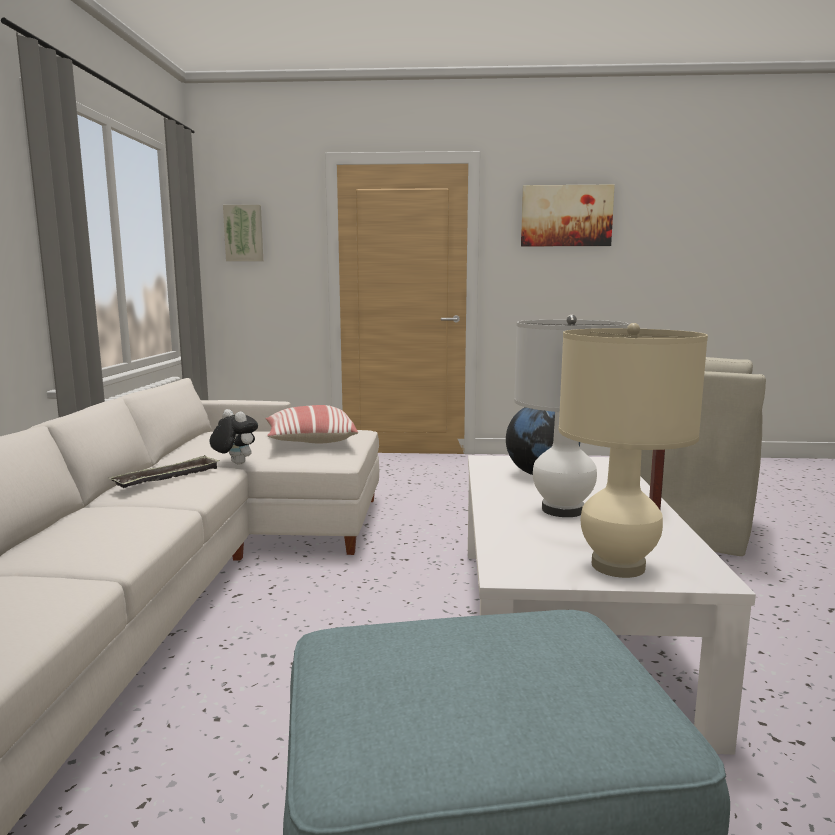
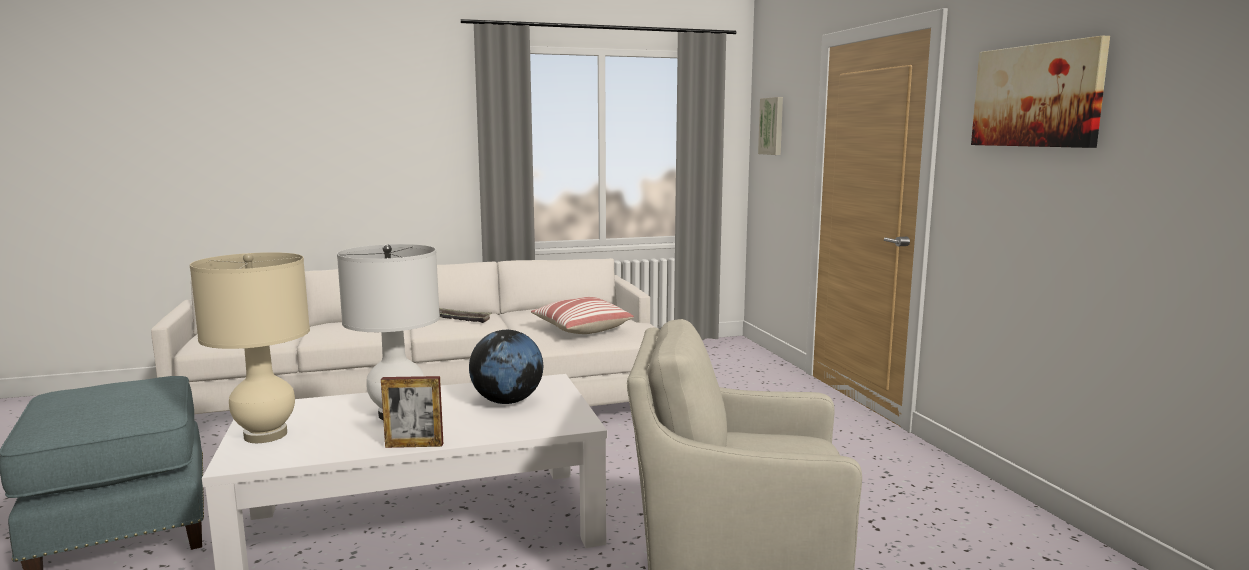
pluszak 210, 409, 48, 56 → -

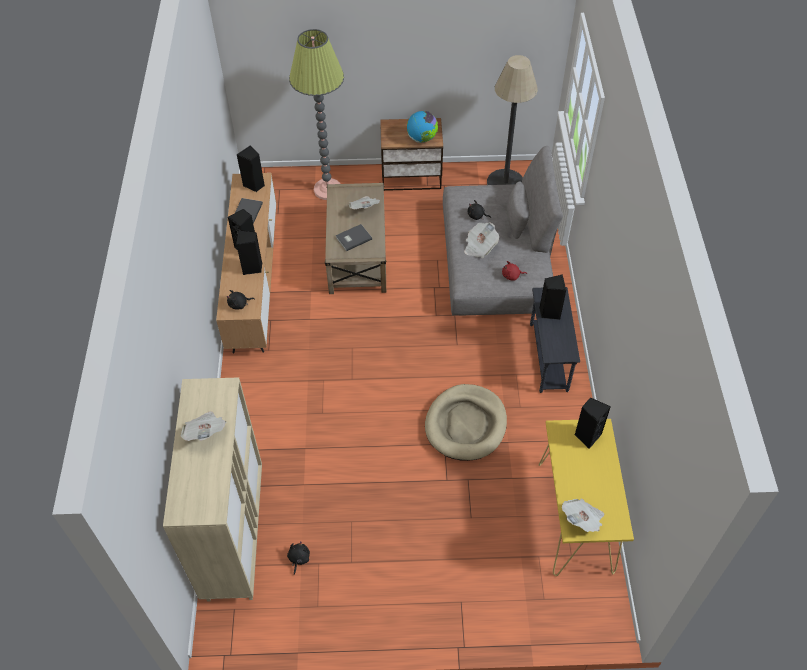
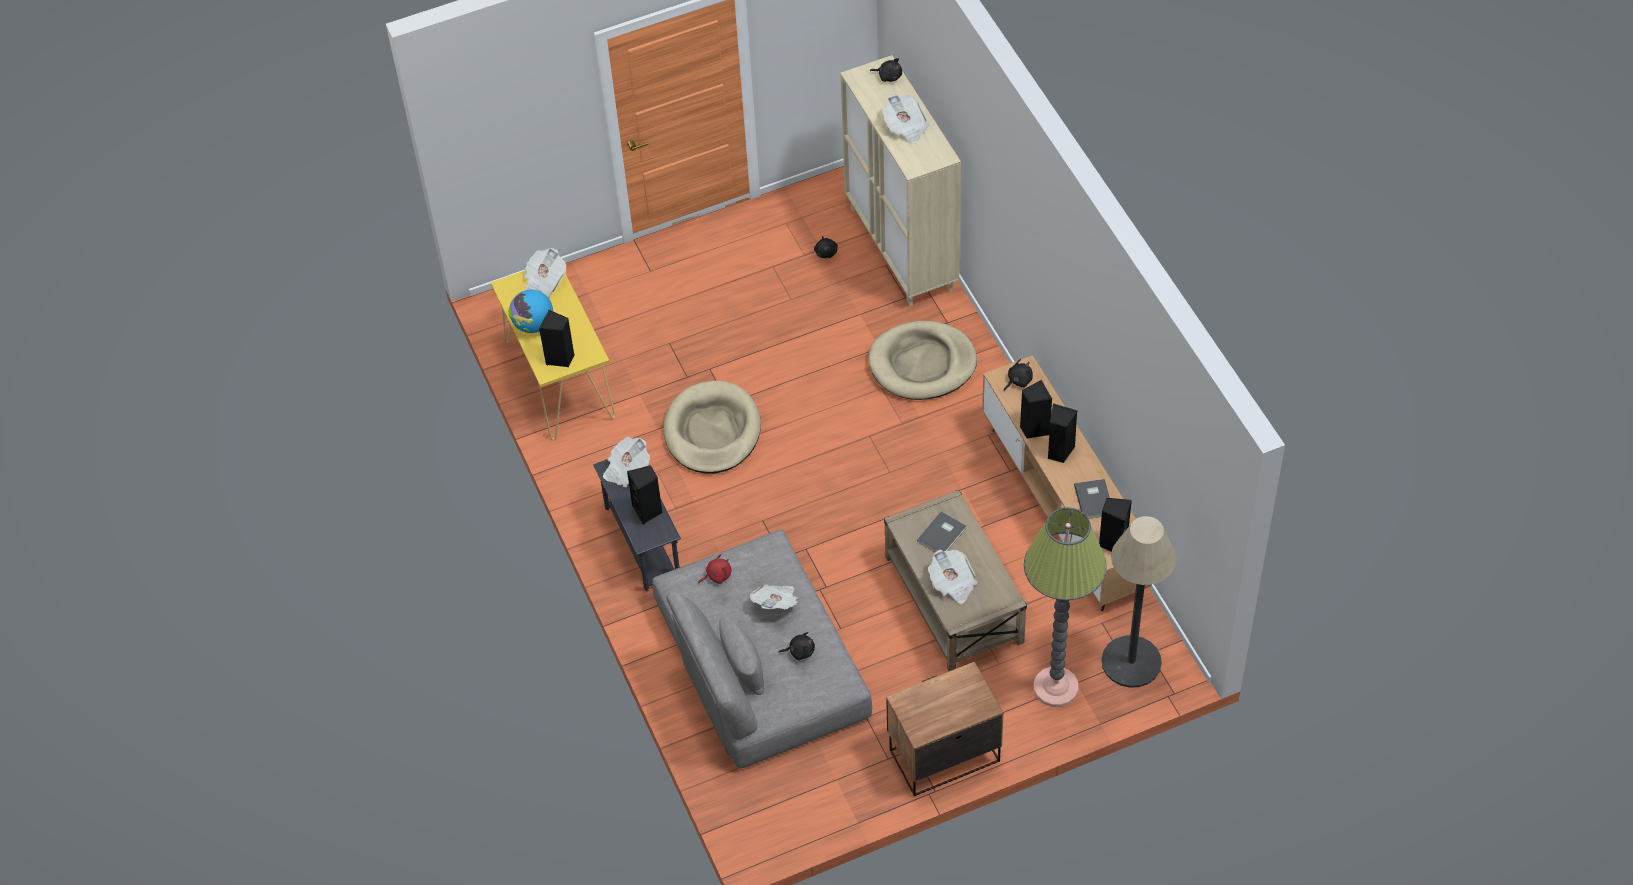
lampa stojąca 487, 55, 51, 130 → lampa stojąca 1102, 516, 75, 172, relocated
globus 407, 111, 31, 32 → globus 509, 290, 44, 43, relocated
- → pluszak/czarny 870, 58, 32, 24
- → legowisko/beżowy 868, 321, 109, 79
- → gazeta 603, 437, 47, 51

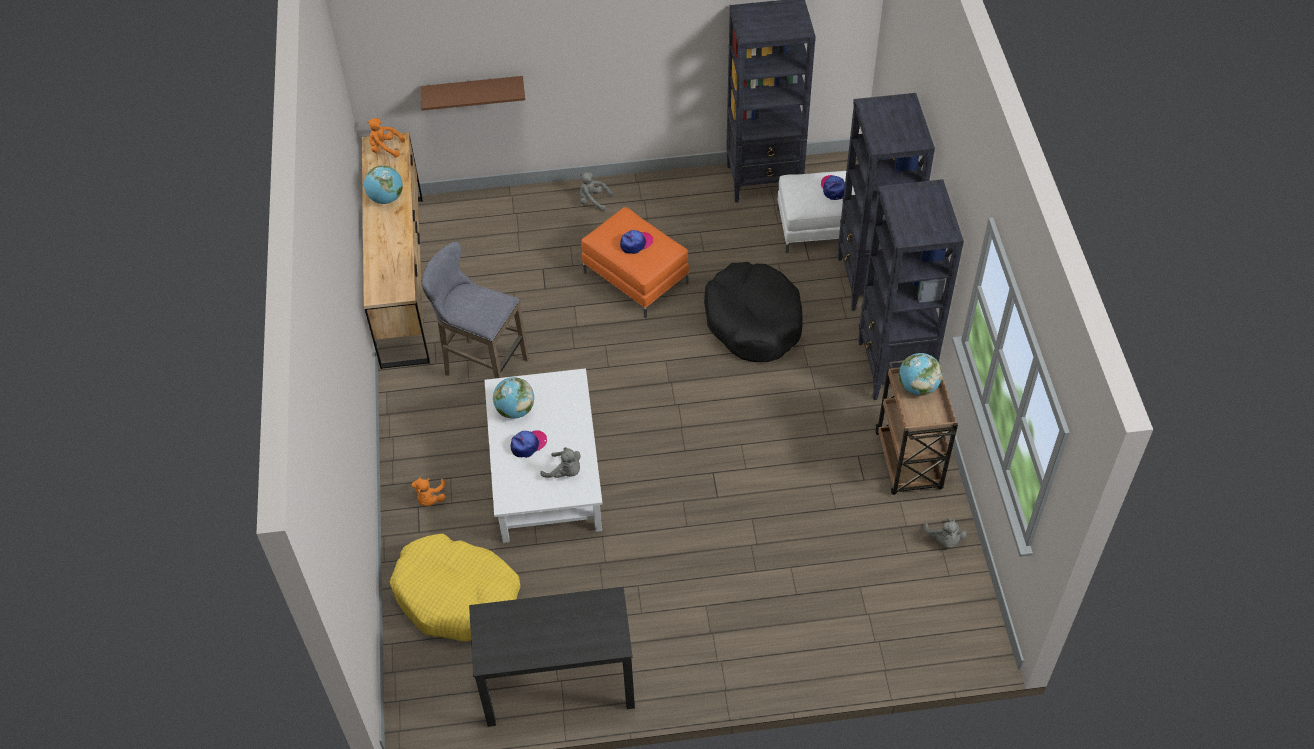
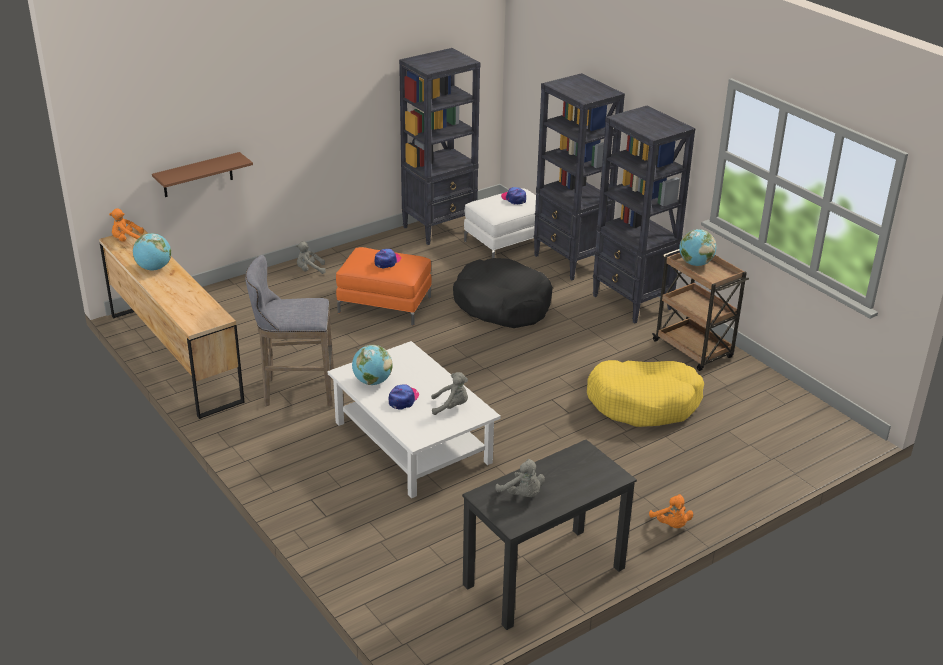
pluszak/pomarańczowy 412, 478, 34, 28 → pluszak/pomarańczowy 649, 494, 44, 34, relocated
pluszak/szary 924, 517, 43, 32 → pluszak/szary 496, 459, 49, 38, relocated
legowisko/żółty 389, 534, 131, 107 → legowisko/żółty 587, 360, 117, 67, relocated

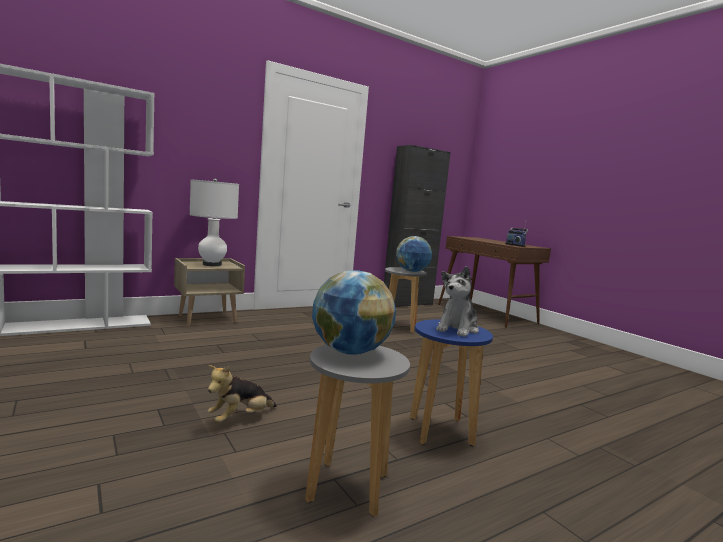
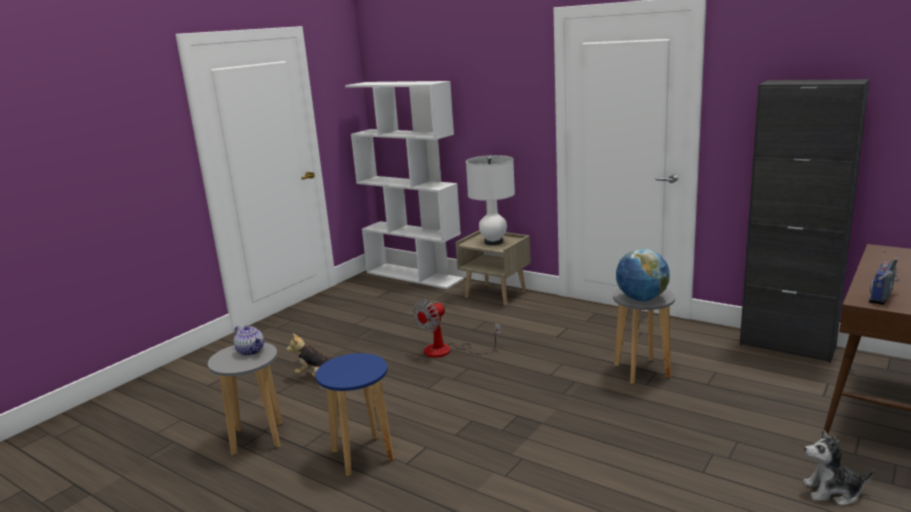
pluszak 436, 266, 43, 71 → pluszak 803, 429, 71, 77, relocated
globus 312, 270, 84, 85 → imbryk 234, 325, 30, 31
- → wentylator 413, 299, 88, 59

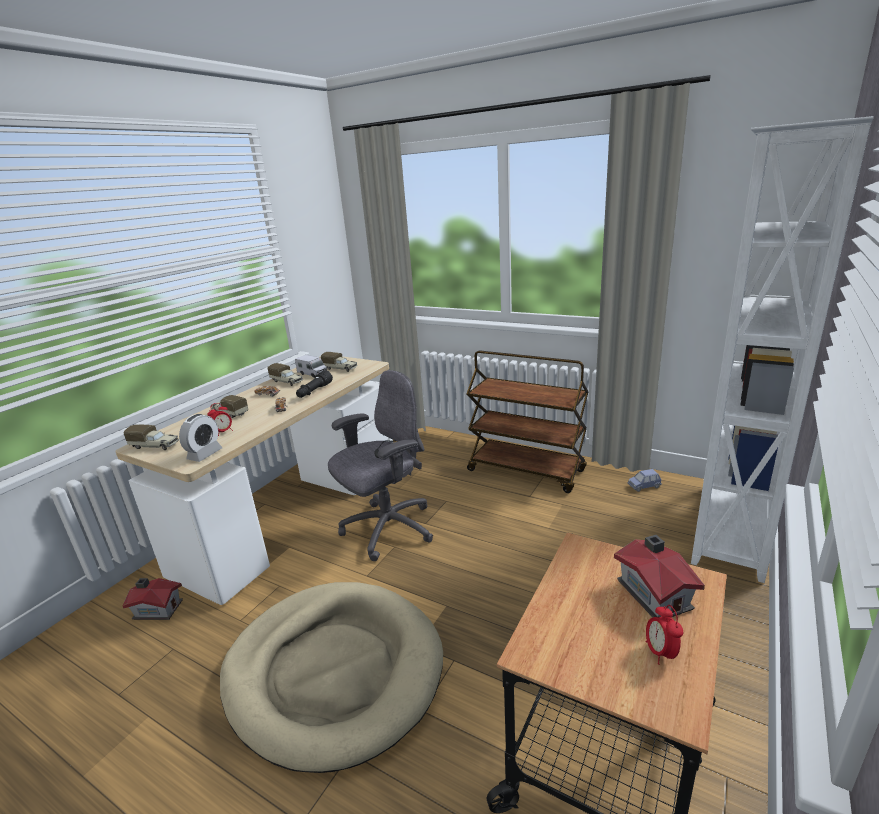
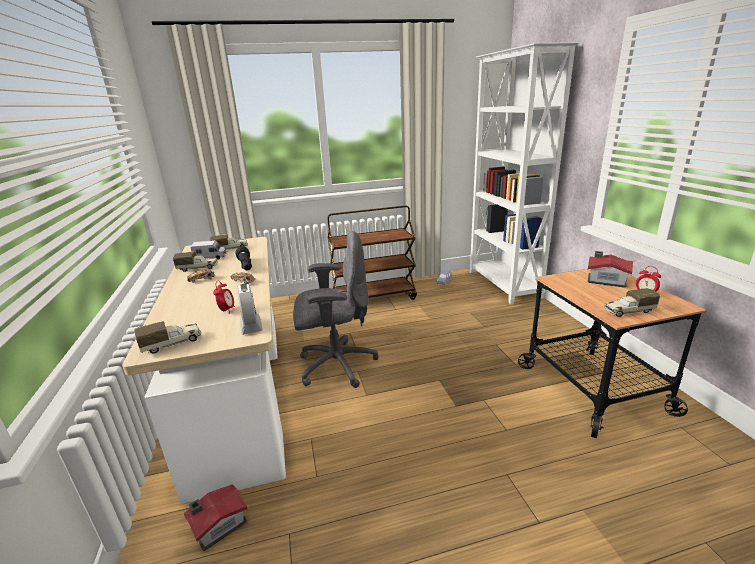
krzesło biurowe/szary 328, 370, 105, 191 → krzesło biurowe/szary 293, 231, 86, 157, 75 degrees clockwise
ciężarówka zabawkowa 211, 395, 38, 23 → ciężarówka zabawkowa 604, 288, 56, 29, relocated
legowisko/beżowy 220, 582, 223, 191 → -

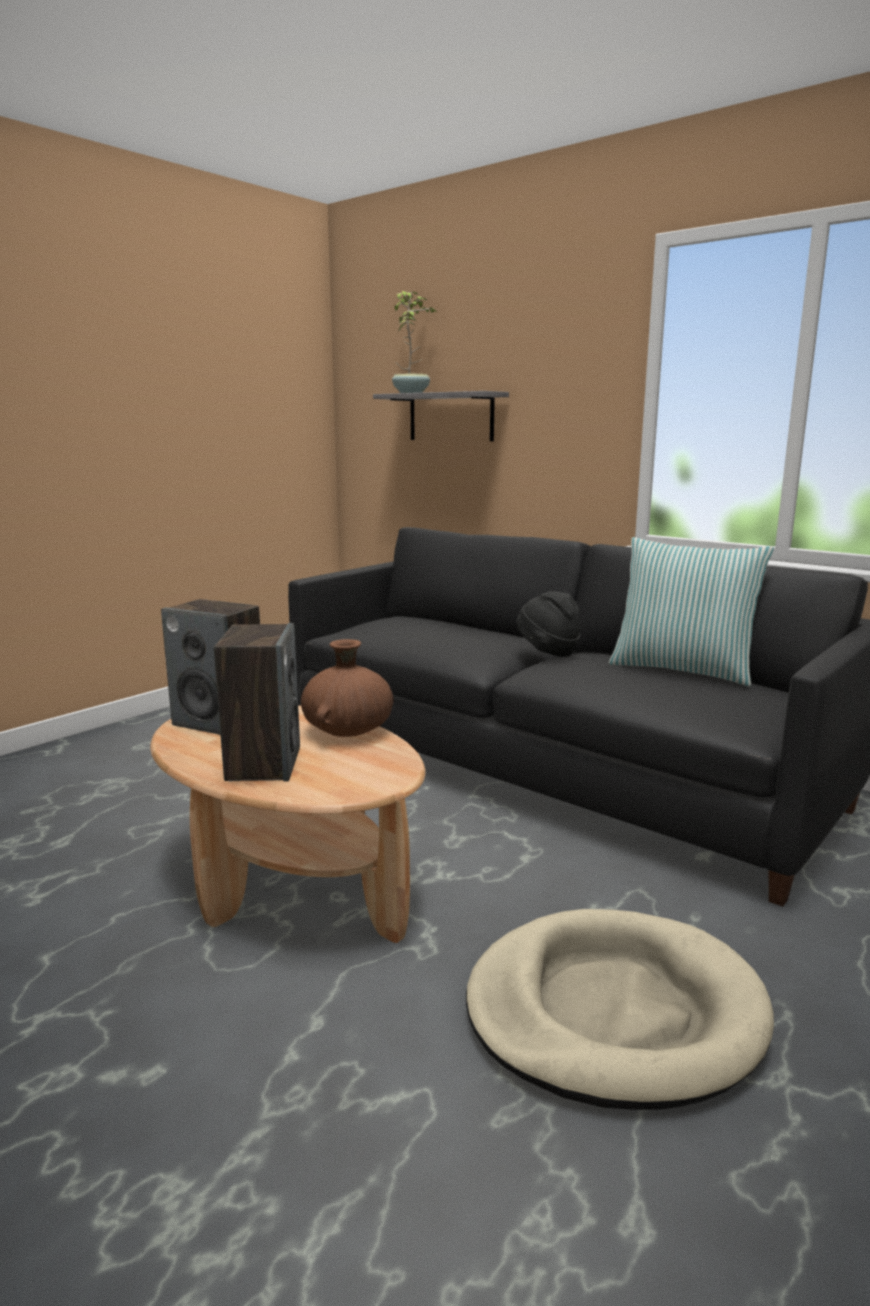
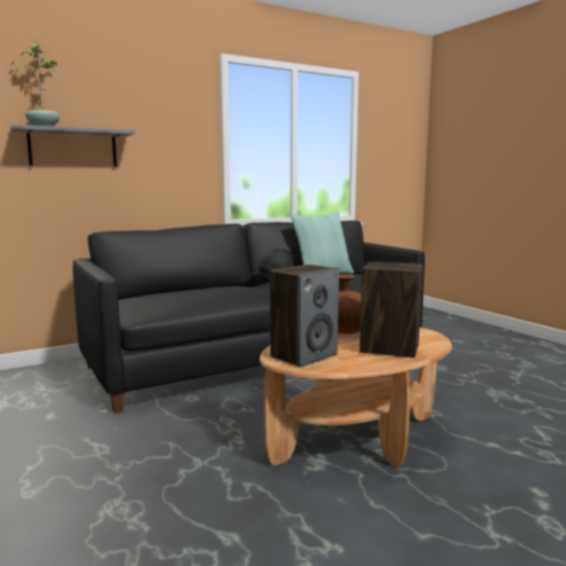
legowisko/beżowy 466, 909, 308, 201 → -

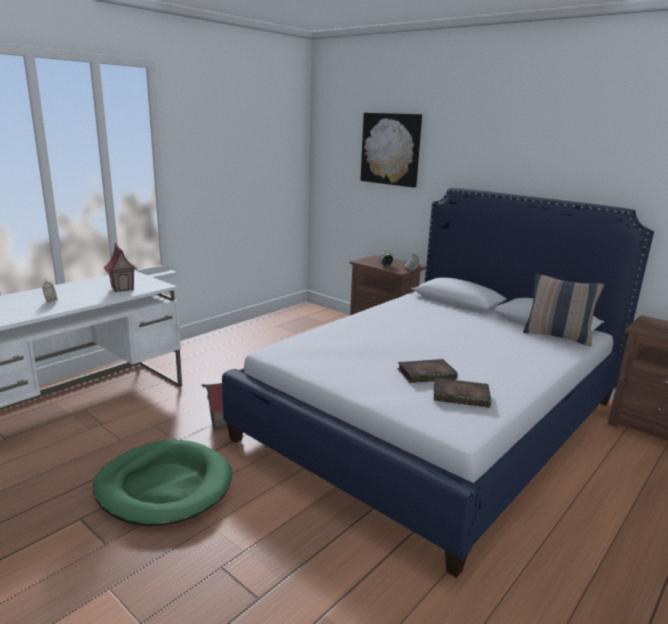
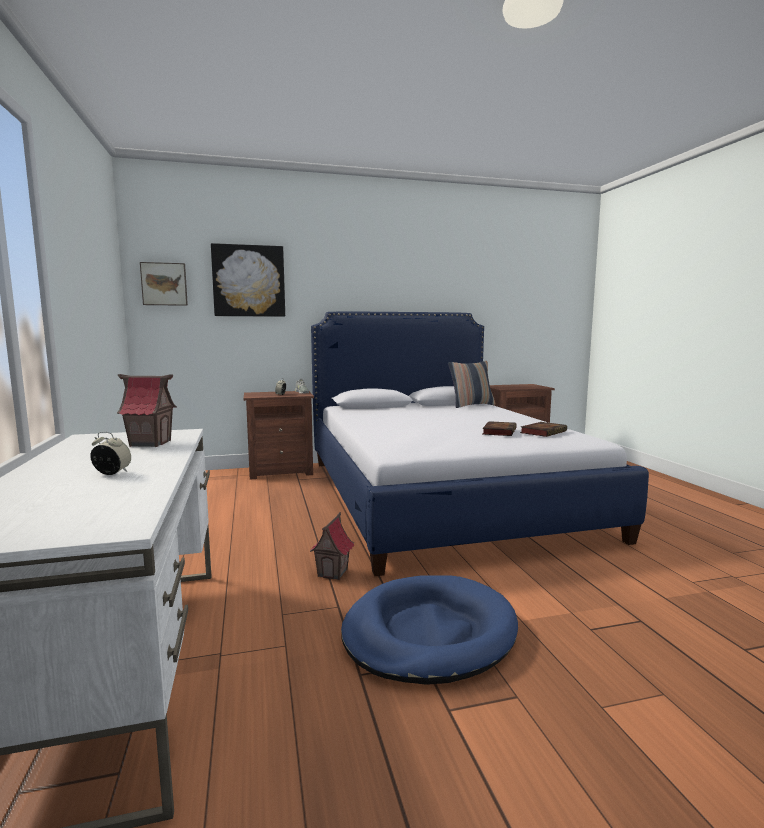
legowisko/zielony 93, 440, 139, 86 → legowisko/niebieski 341, 575, 177, 110
- → obraz 140, 262, 48, 44

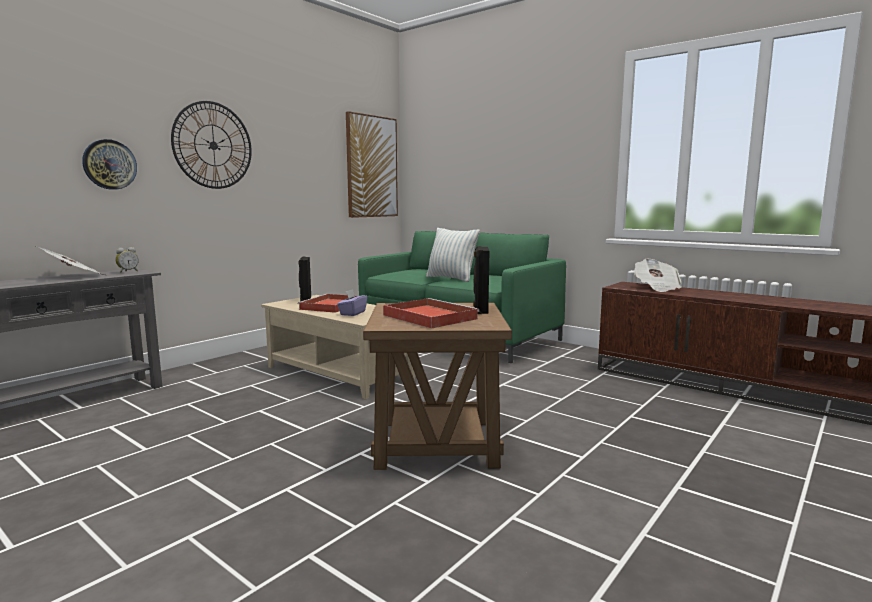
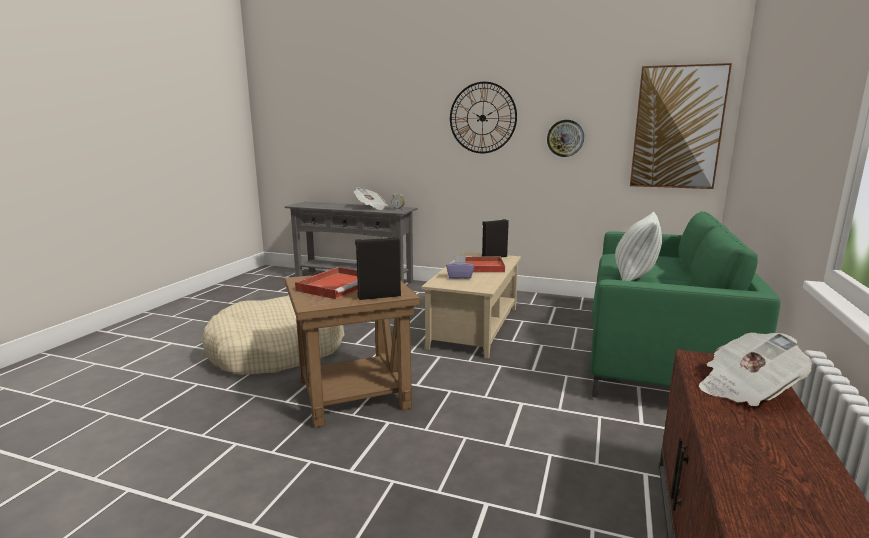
zegar ścienny 82, 139, 55, 51 → zegar ścienny 547, 120, 37, 37, relocated
- → legowisko/beżowy 202, 295, 143, 80

